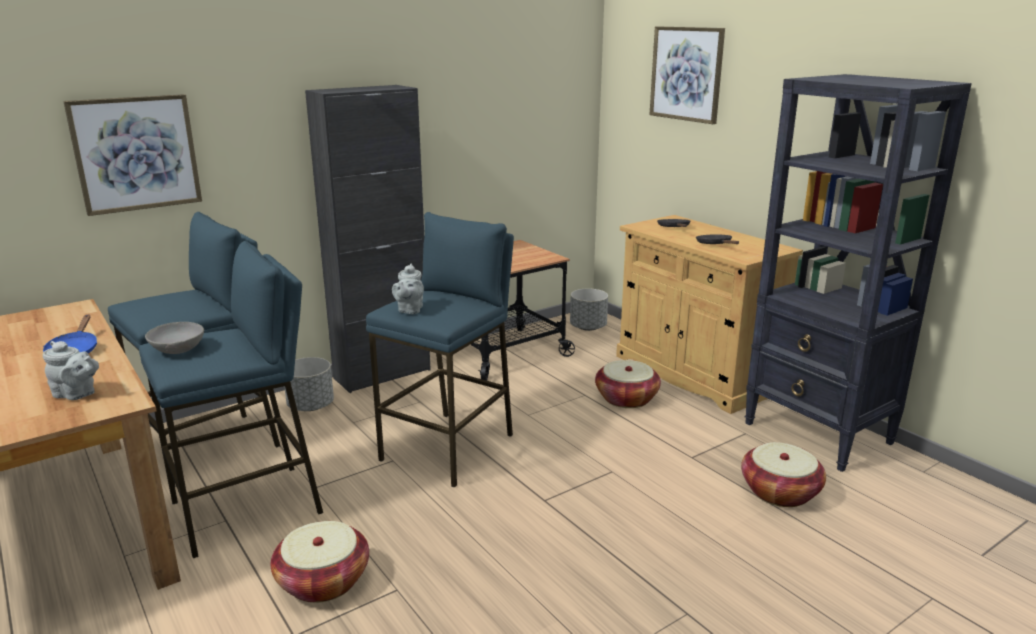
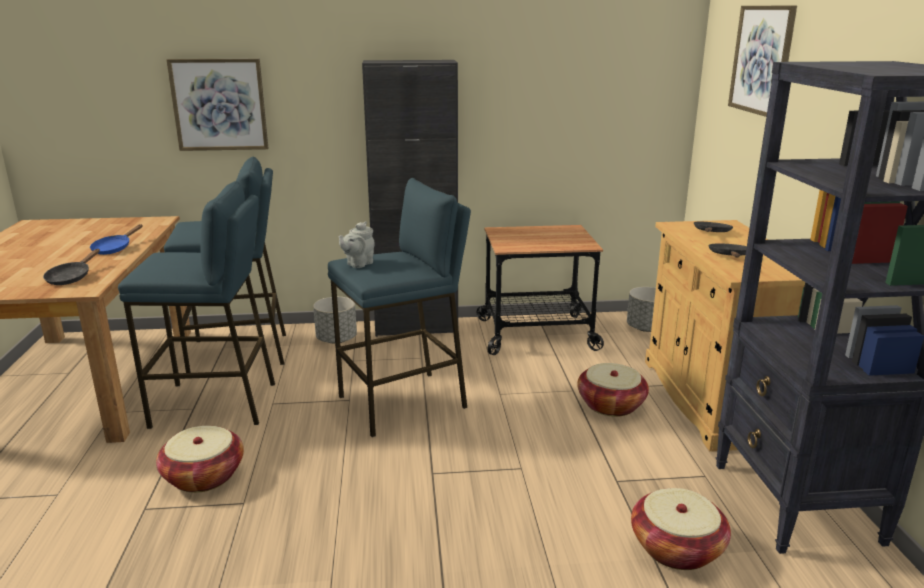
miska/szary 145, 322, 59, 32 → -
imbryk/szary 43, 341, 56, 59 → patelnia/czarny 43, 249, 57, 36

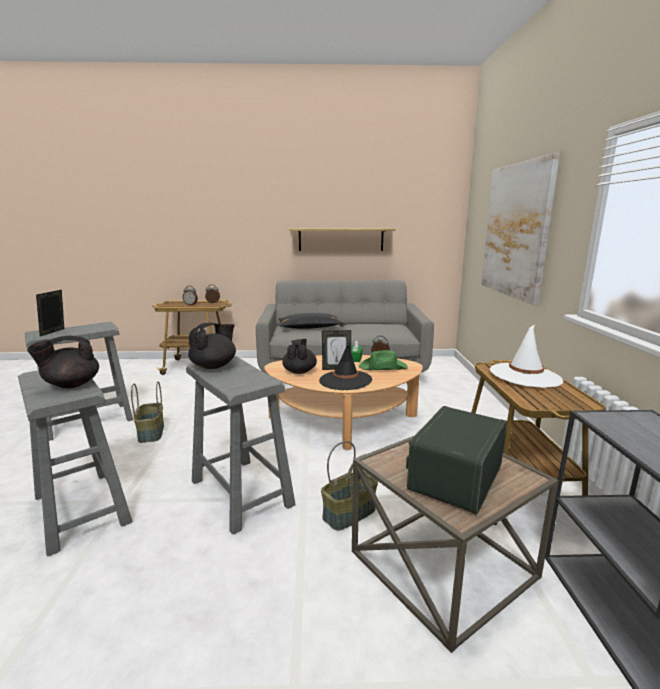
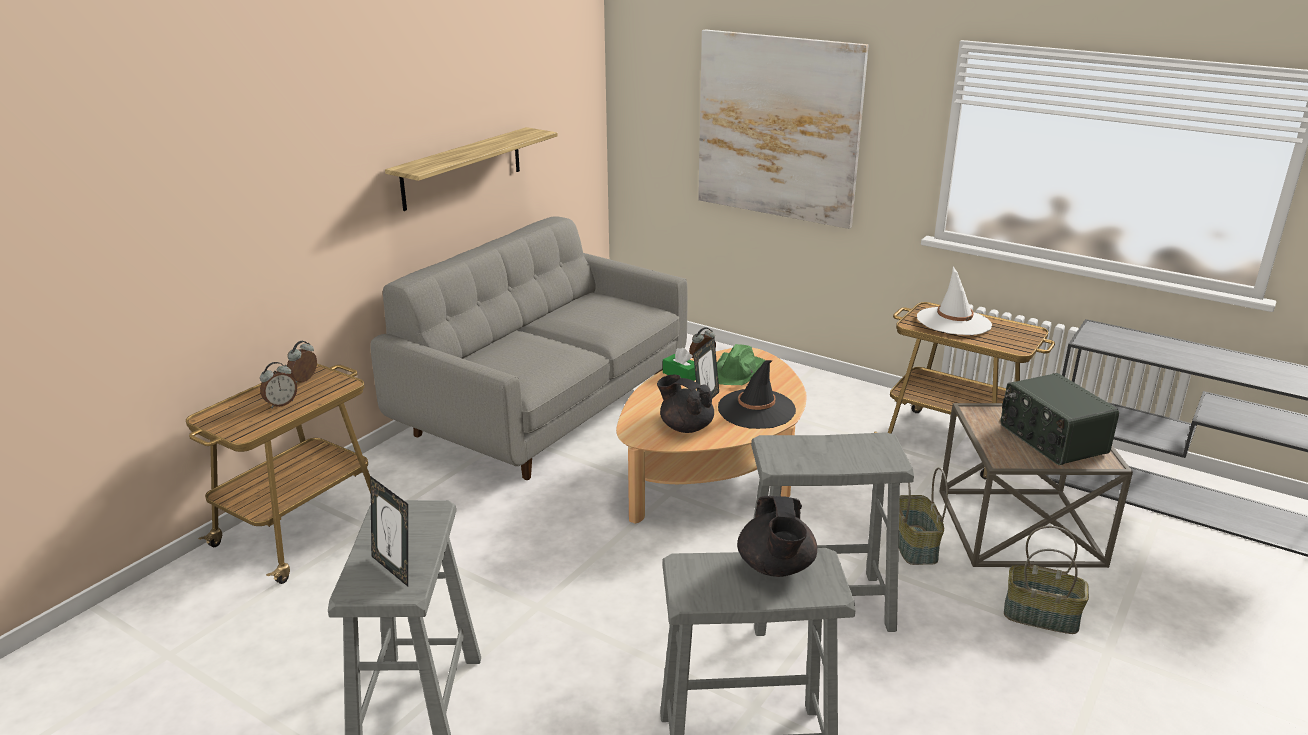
poduszka/czarny 279, 313, 64, 16 → -
imbryk/czarny 188, 323, 48, 46 → -
koszyk 131, 382, 33, 61 → koszyk 1004, 526, 85, 108, relocated

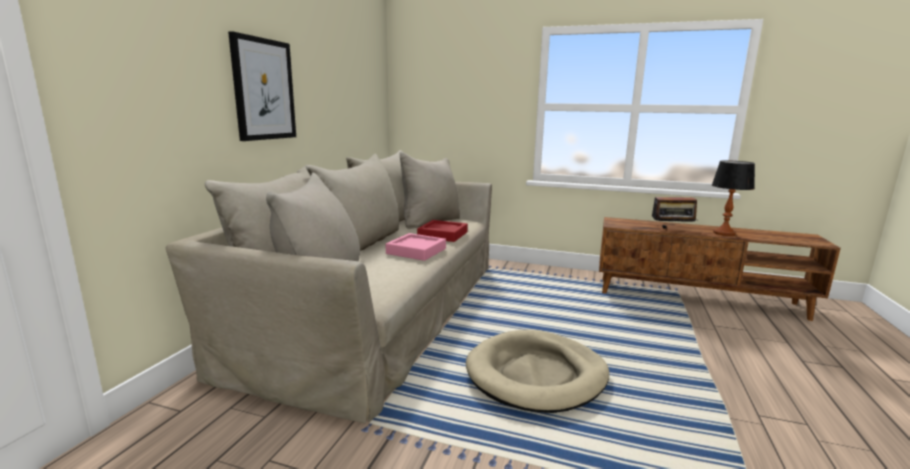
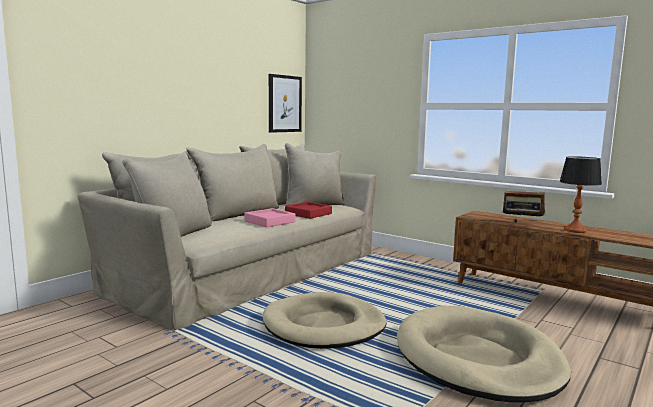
obraz 228, 31, 68, 110 → obraz 269, 74, 33, 59, relocated
- → legowisko/beżowy 397, 306, 174, 97

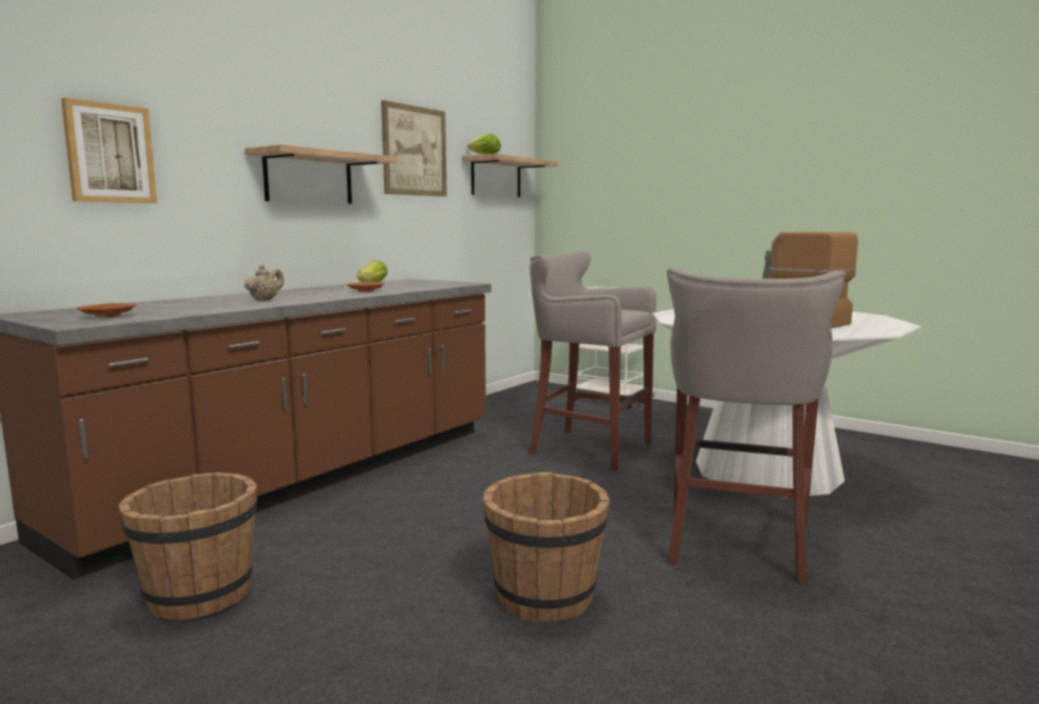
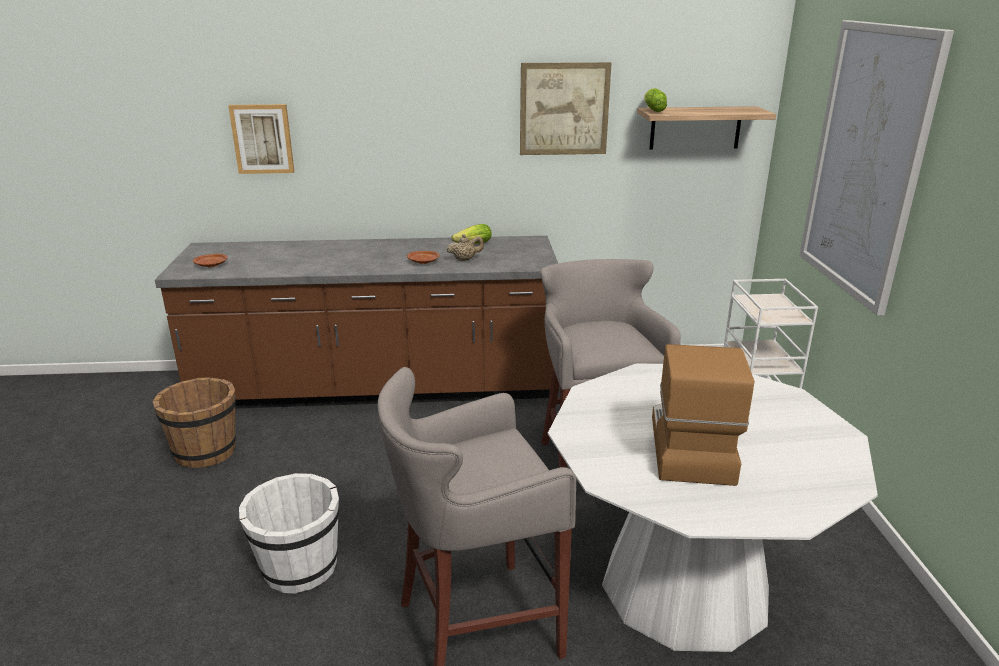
półka 245, 144, 152, 60 → -
imbryk/beżowy 244, 265, 40, 36 → imbryk/beżowy 446, 234, 38, 27, relocated
wiadro/brązowy 483, 472, 127, 150 → wiadro/biały 239, 473, 101, 120
- → obraz 799, 20, 155, 296

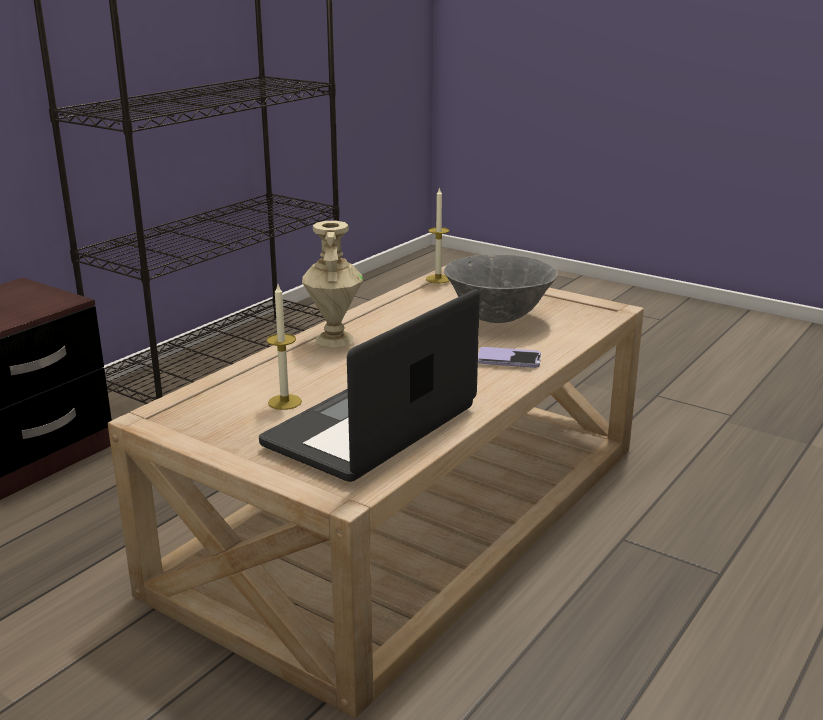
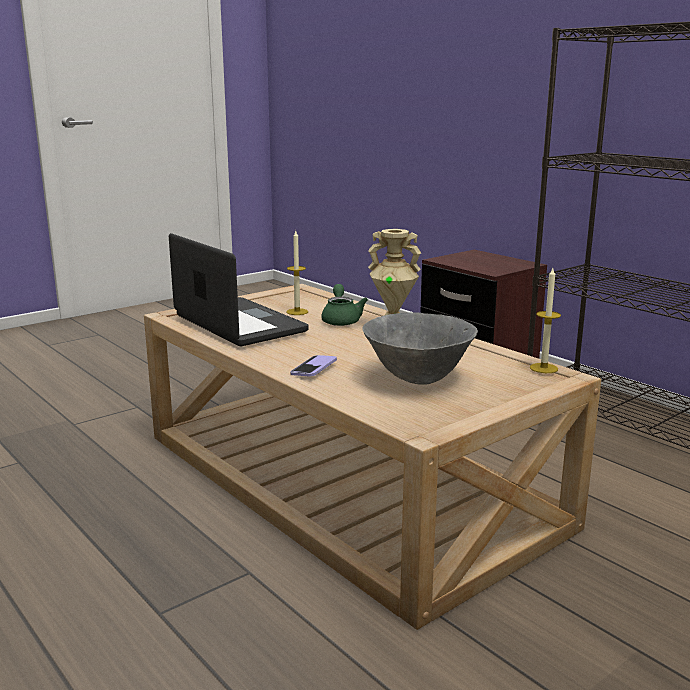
- → imbryk/zielony 321, 284, 47, 42

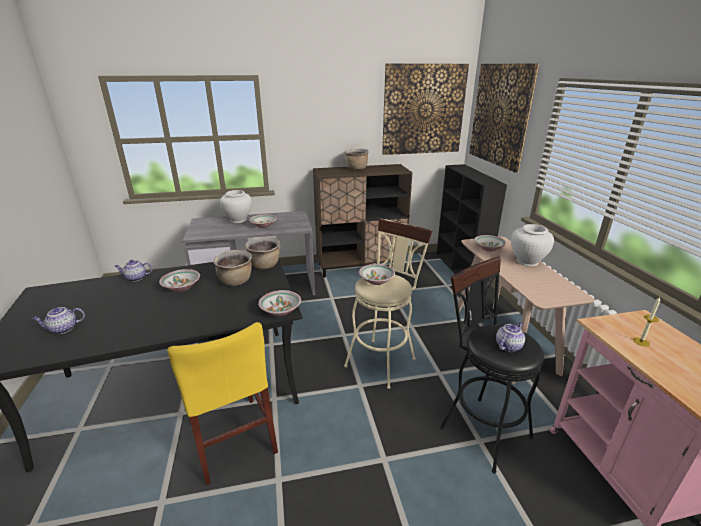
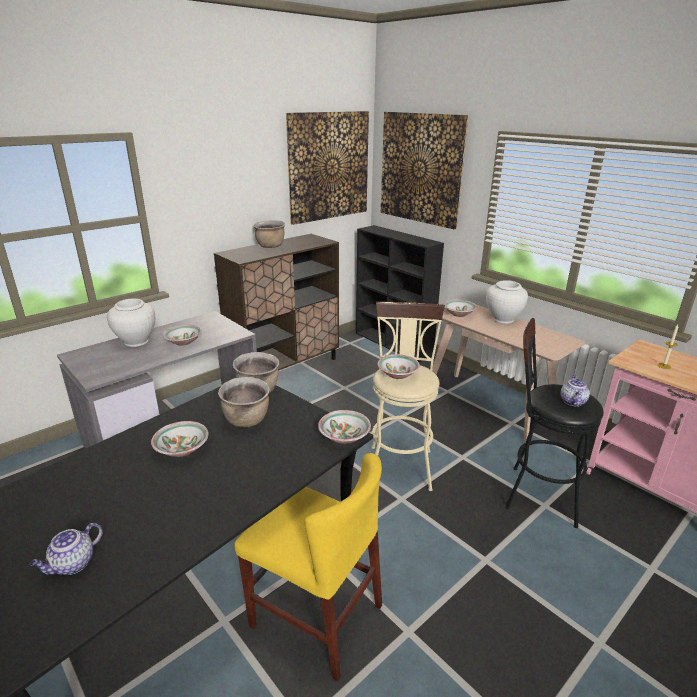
imbryk 114, 260, 38, 22 → -

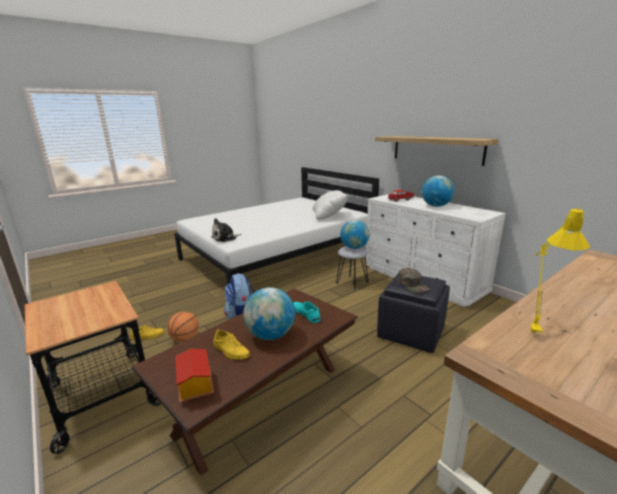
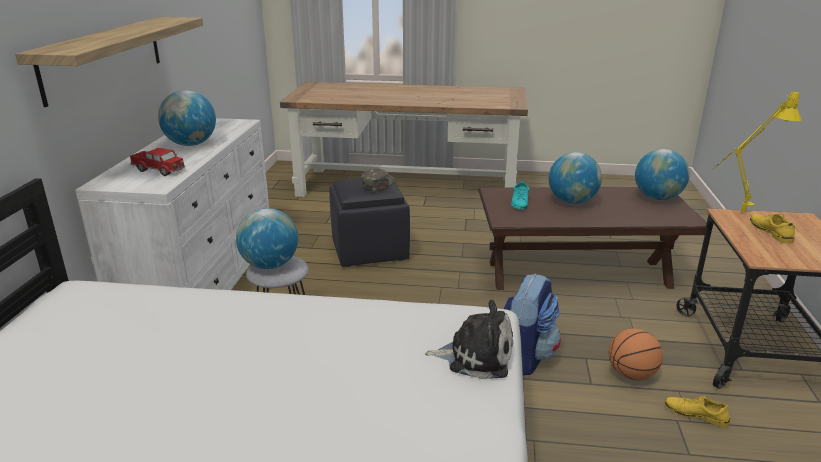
poduszka/biały 313, 190, 35, 29 → -
lampa stołowa/żółty 531, 207, 59, 126 → lampa stołowa/żółty 712, 92, 90, 120, relocated
but/żółty 213, 329, 37, 31 → but/żółty 750, 214, 45, 29, relocated
domek 175, 349, 39, 54 → globus 635, 149, 55, 51

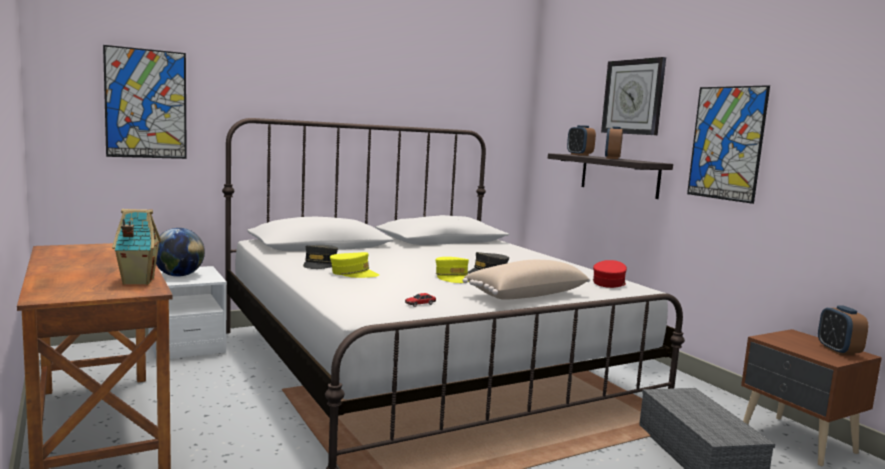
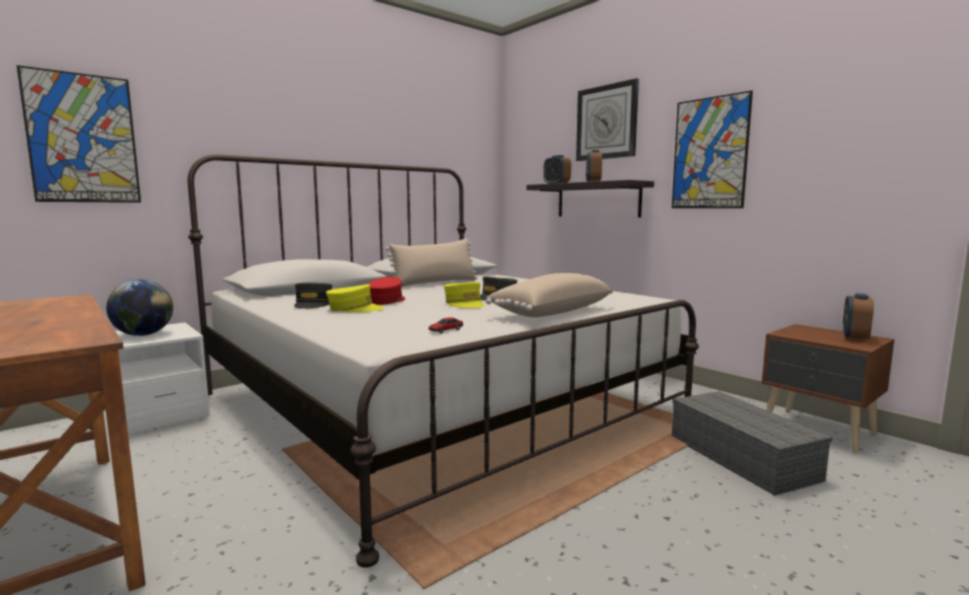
domek 112, 209, 49, 76 → -
czapka z daszkiem/czerwony 593, 260, 34, 28 → czapka z daszkiem/czerwony 367, 277, 38, 28, relocated
budzik 818, 305, 51, 51 → budzik 842, 293, 32, 48, 45 degrees clockwise
- → poduszka/beżowy 385, 238, 93, 49

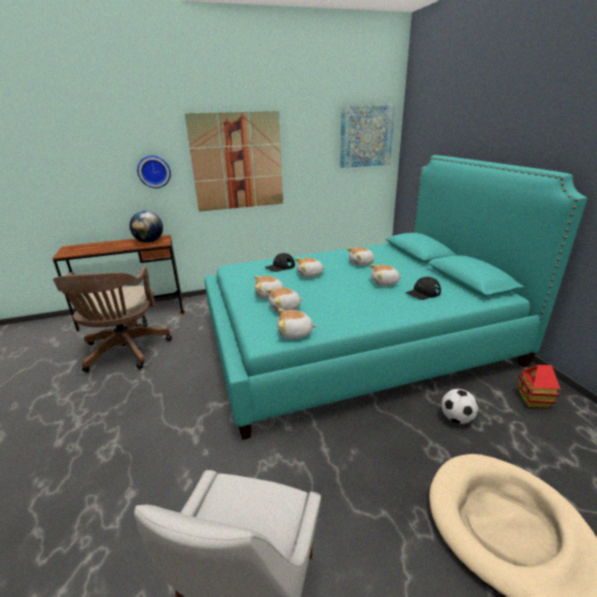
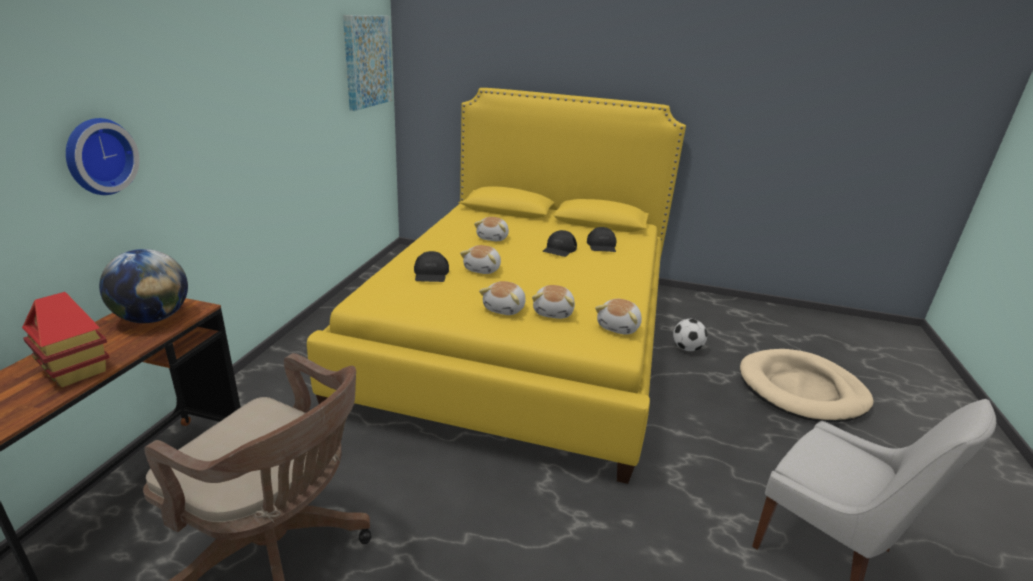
obraz 185, 111, 98, 101 → -
łóżko/turkusowy 204, 155, 383, 285 → łóżko/żółty 307, 88, 379, 396
pluszak 370, 264, 32, 22 → czapka z daszkiem/czarny 543, 230, 34, 27
domek 517, 365, 43, 43 → domek 22, 292, 88, 95, relocated

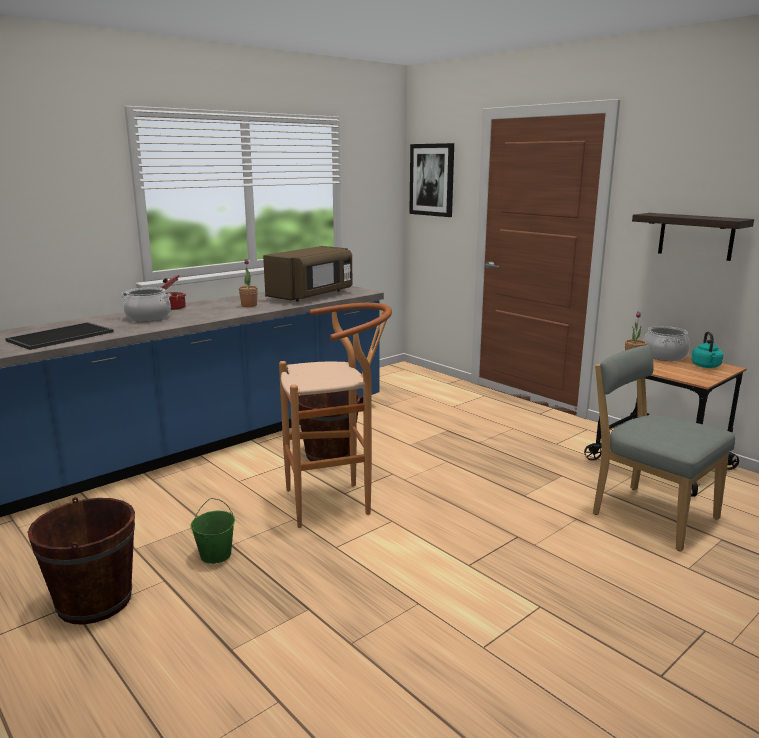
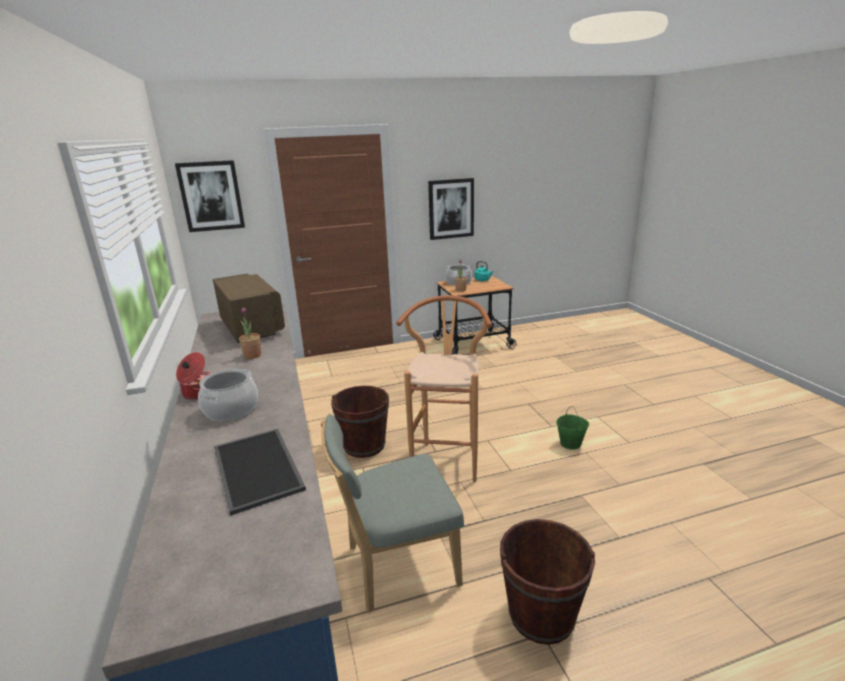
półka 632, 213, 122, 48 → obraz 428, 178, 46, 62
krzesło/szary 593, 345, 142, 206 → krzesło/szary 321, 414, 143, 199, relocated
wiadro/zielony 191, 498, 44, 66 → wiadro/zielony 556, 407, 33, 42, relocated

